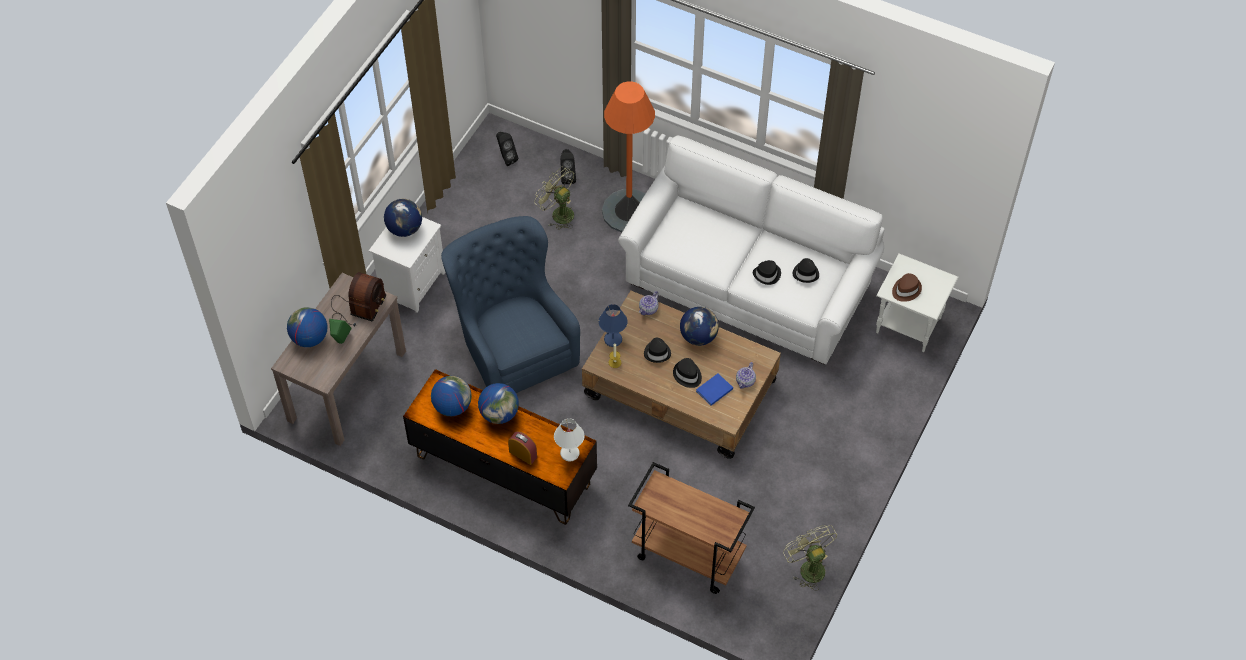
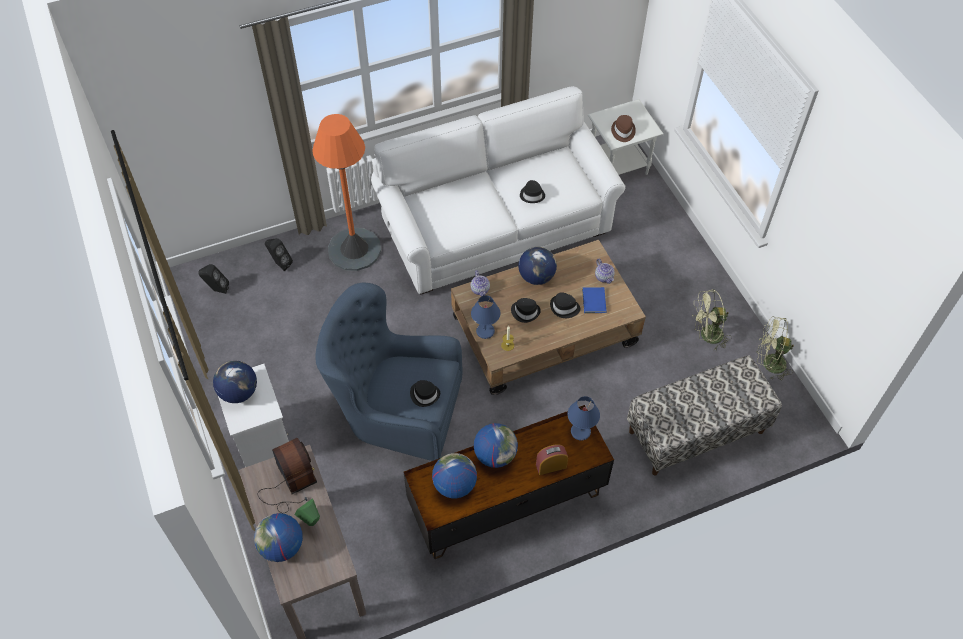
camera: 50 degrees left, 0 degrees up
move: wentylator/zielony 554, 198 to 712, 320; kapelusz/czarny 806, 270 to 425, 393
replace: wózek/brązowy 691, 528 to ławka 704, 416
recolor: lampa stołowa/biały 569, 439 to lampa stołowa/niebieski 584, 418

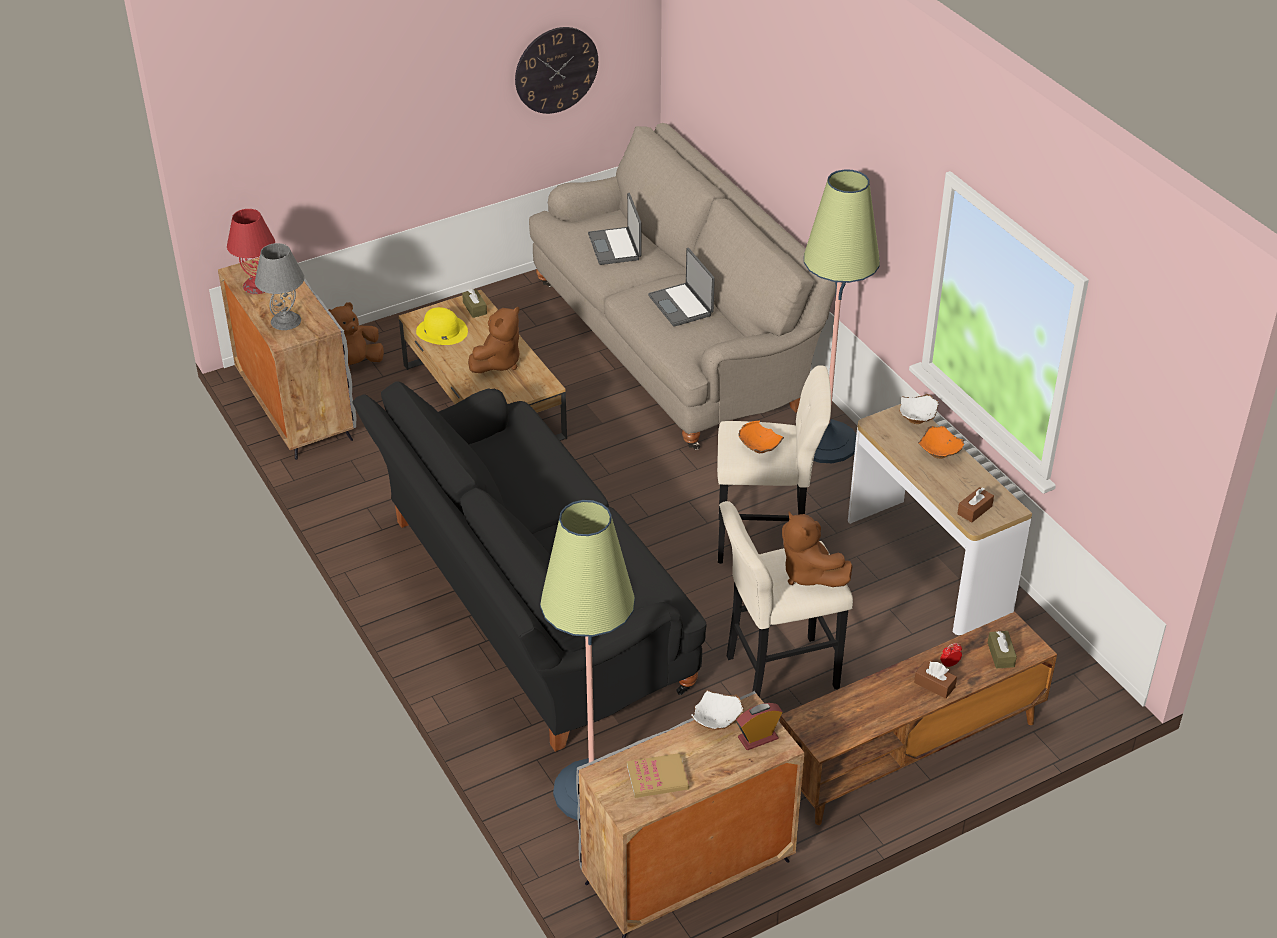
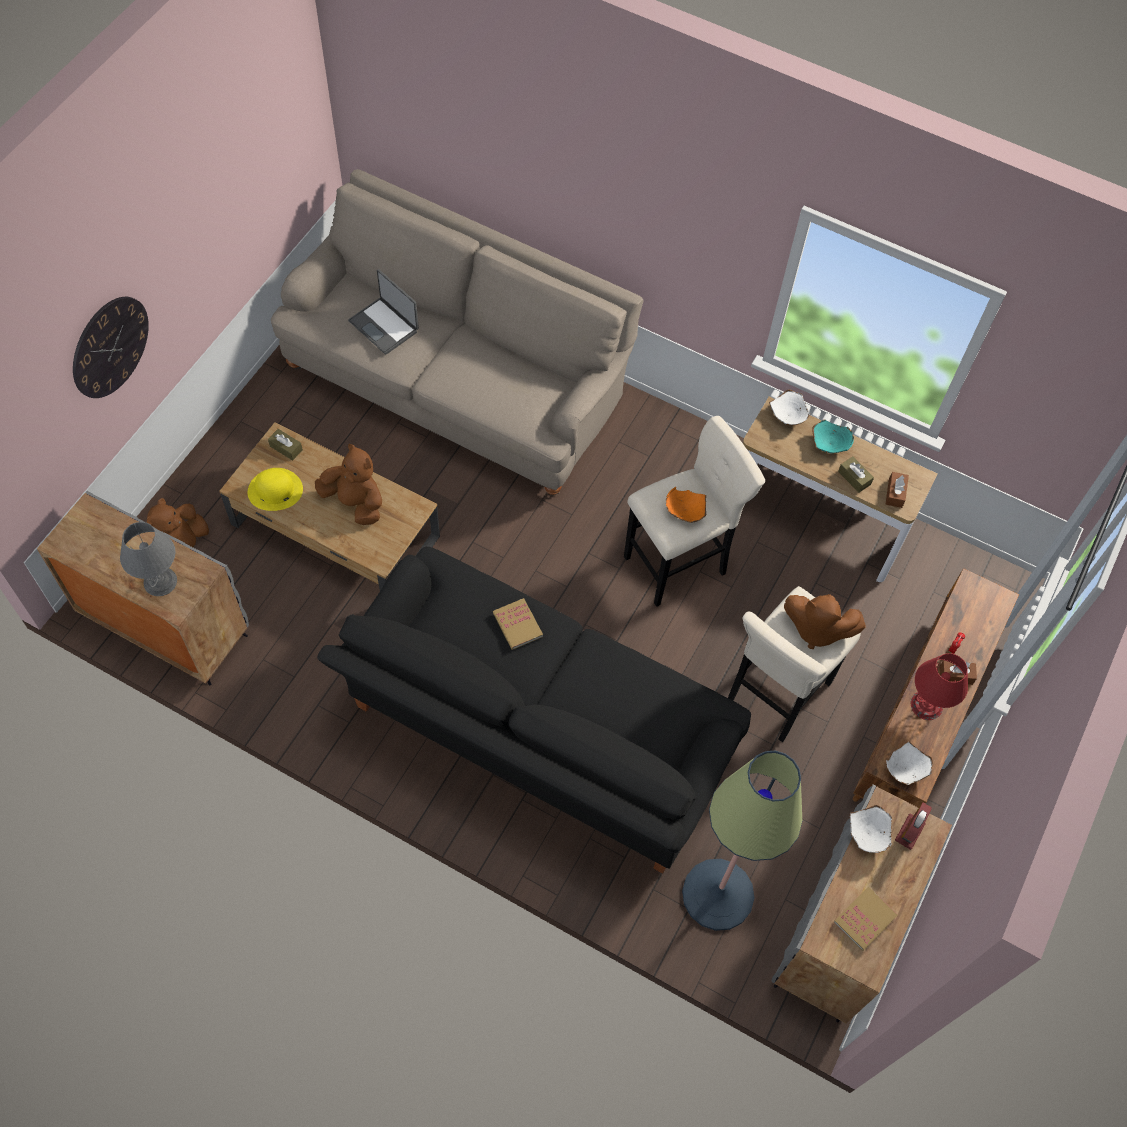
camera: 35 degrees left, 20 degrees up
delete: laptop 681, 287; lampa stojąca 842, 316
insert: książka 518, 624; miska/biały 909, 763
move: lampa stołowa/czerwony 251, 251 to 939, 686; zegar ścienny 556, 70 to 111, 347; pudełko chusteczek/brązowy 1002, 650 to 856, 474
recolor: miska/pomarańczowy 941, 442 to miska/turkusowy 833, 436
rotate: pluszak/brązowy 494, 340 = 348, 484 60 degrees counterclockwise

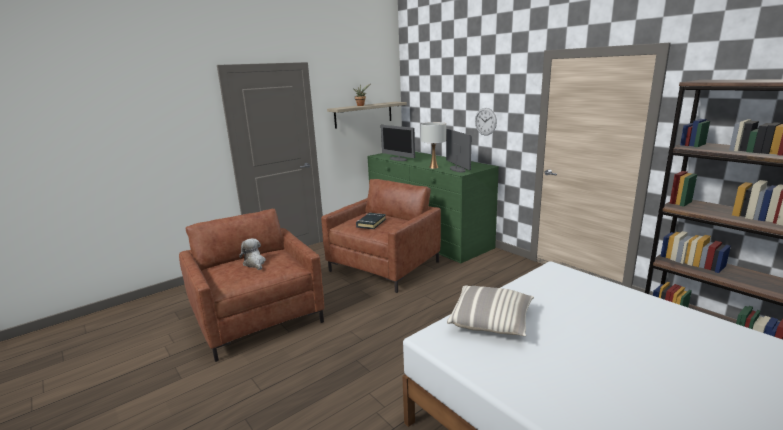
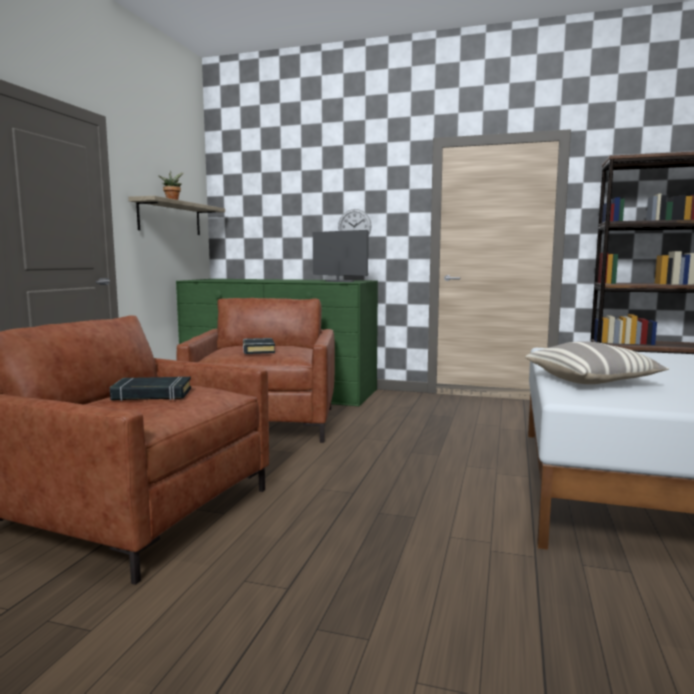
camera: 35 degrees left, 10 degrees down
delete: monitor 398, 143; lampa stołowa/biały 433, 145
replace: pluszak 252, 254 to książka/czarny 150, 389

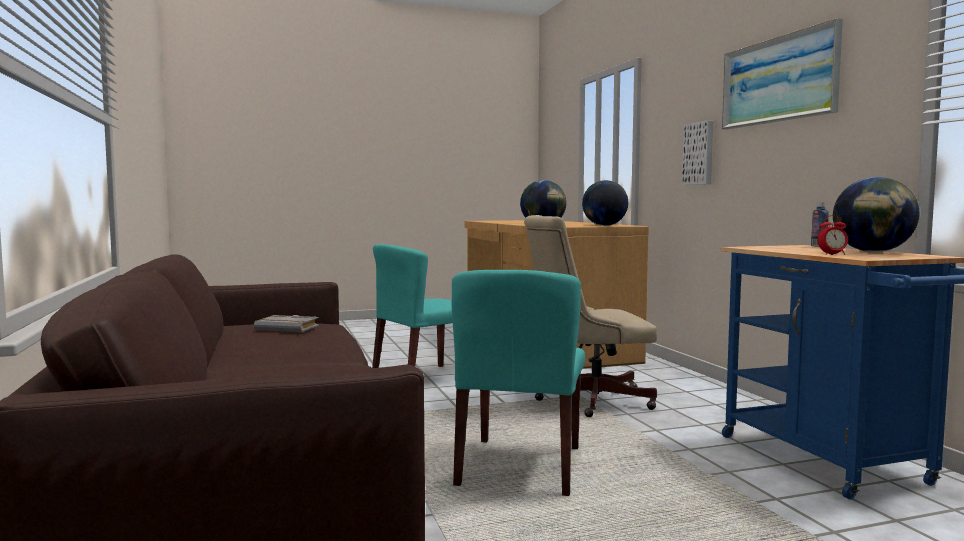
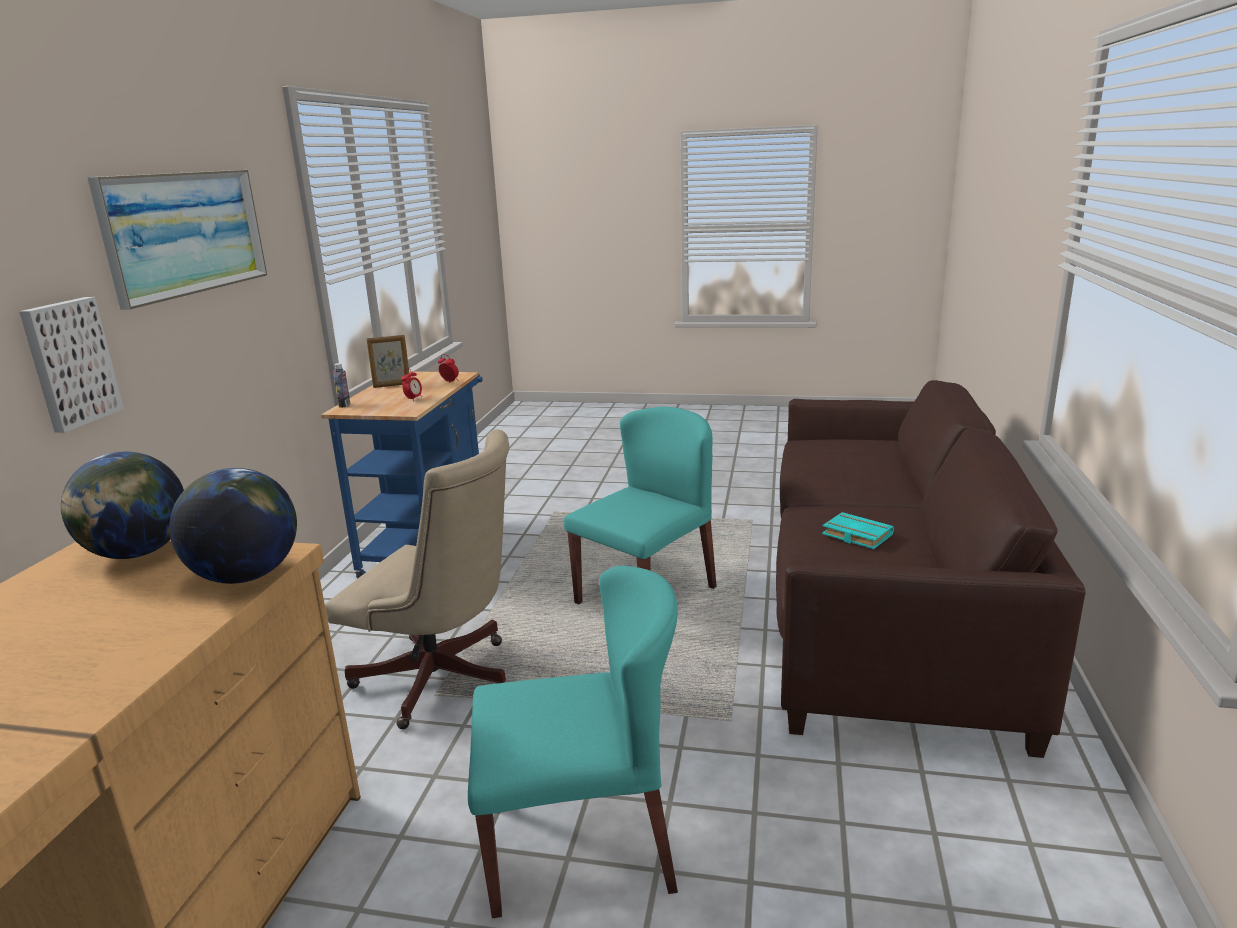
camera: 150 degrees left, 15 degrees up
insert: budzik 411, 384
replace: globus 876, 214 to ramka na zdjęcie 387, 361
recolor: książka/szary 286, 323 to książka/turkusowy 858, 530

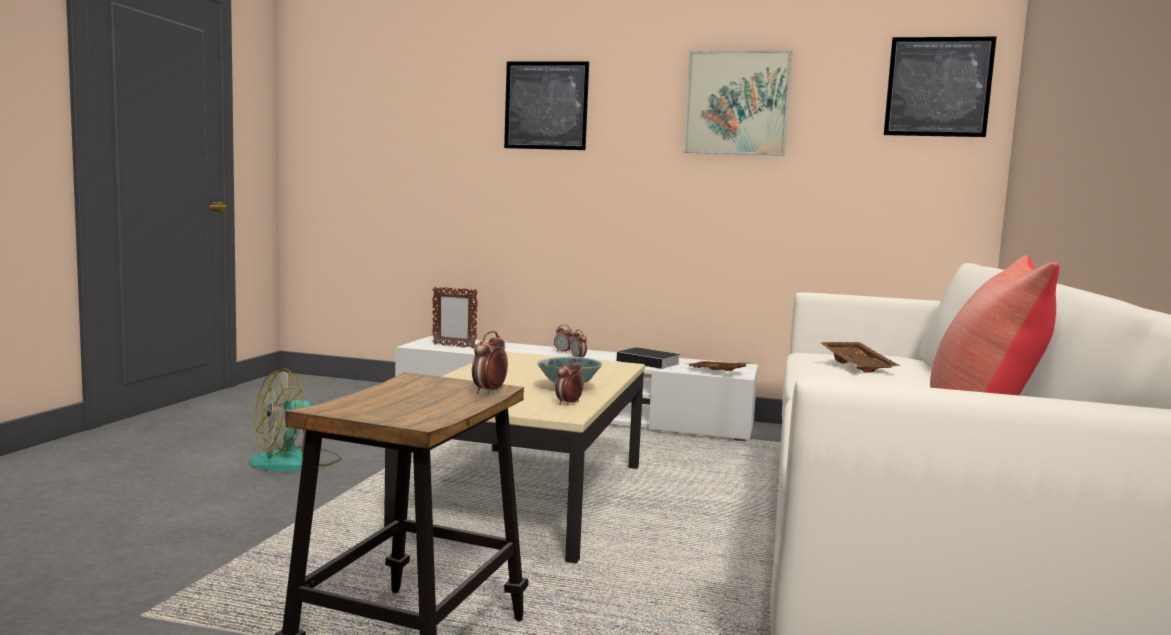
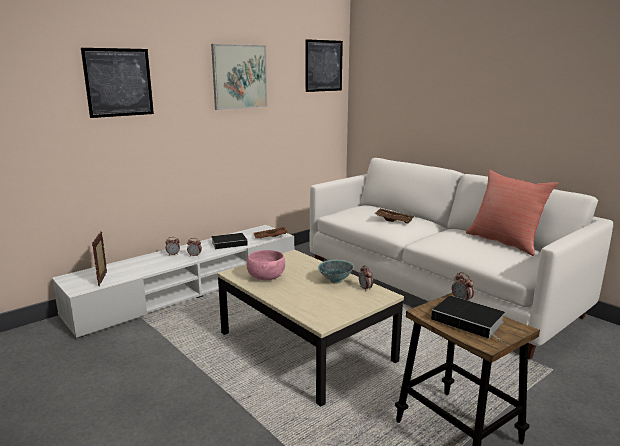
camera: 55 degrees left, 10 degrees up
delete: wentylator 295, 420
insert: miska/różowy 265, 265; książka 468, 318
rotate: ramka na zdjęcie 455, 318 = 99, 258 120 degrees clockwise

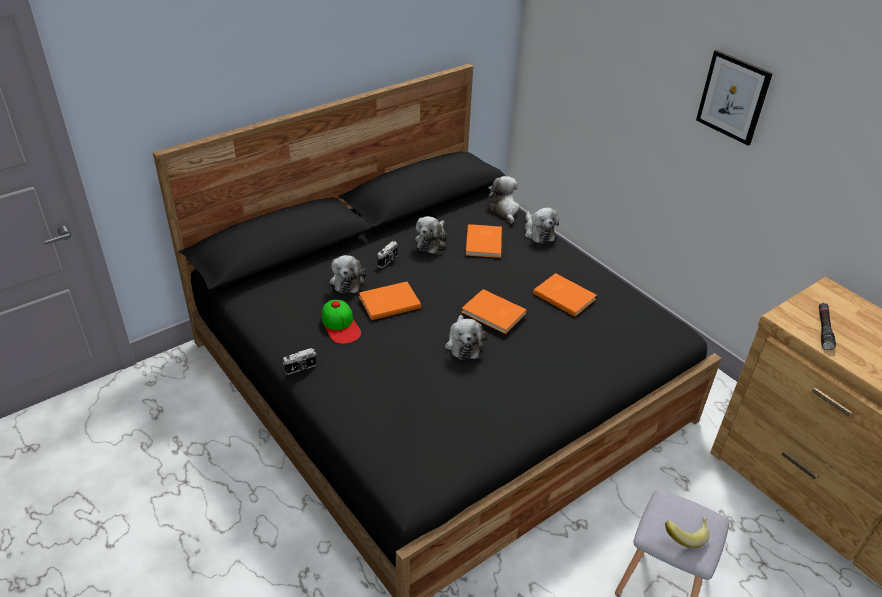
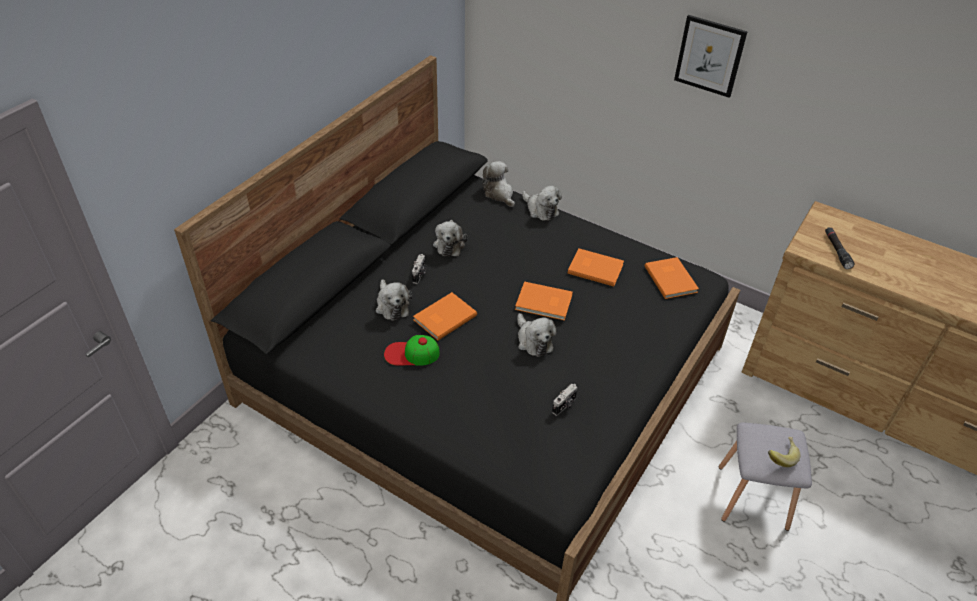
camera: 20 degrees left, 5 degrees up
move: aparat fotograficzny 299, 361 to 564, 400; książka/pomarańczowy 483, 241 to 672, 278
rotate: czapka z daszkiem 341, 322 = 412, 350 135 degrees clockwise

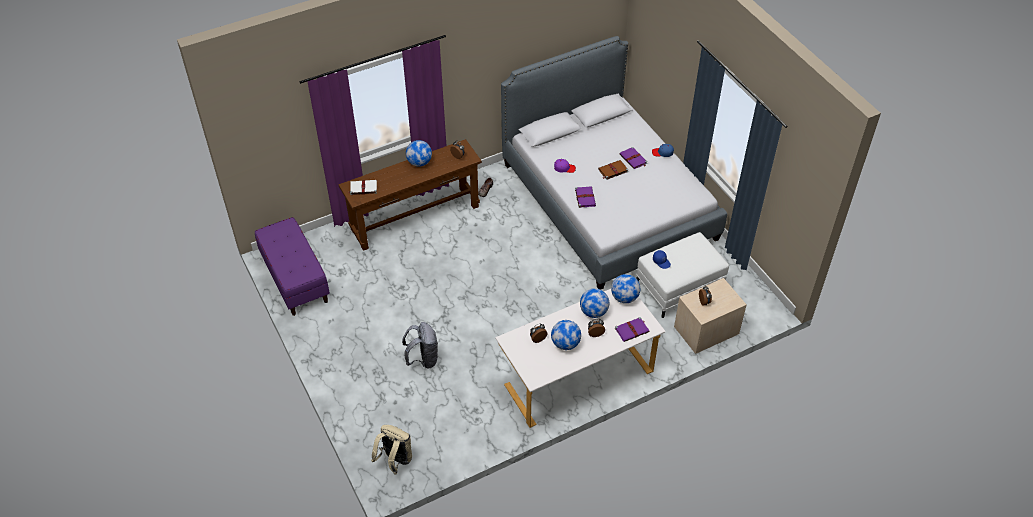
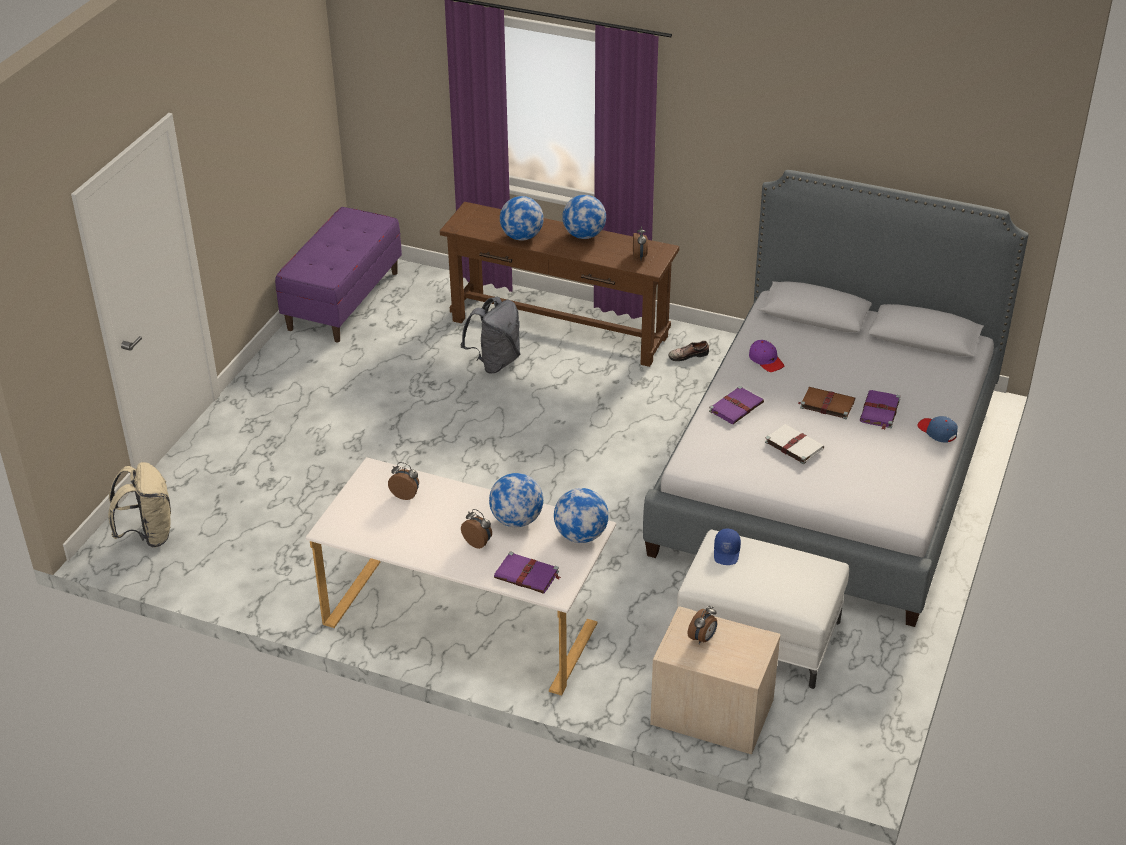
camera: 50 degrees right, 10 degrees down
move: książka/biały 363, 187 to 794, 444; plecak/szary 420, 345 to 490, 335; globus 566, 335 to 522, 218

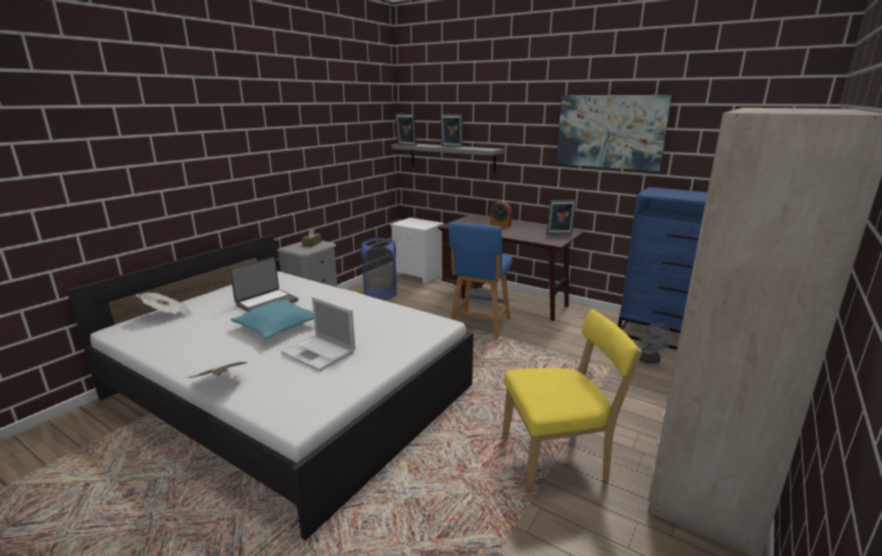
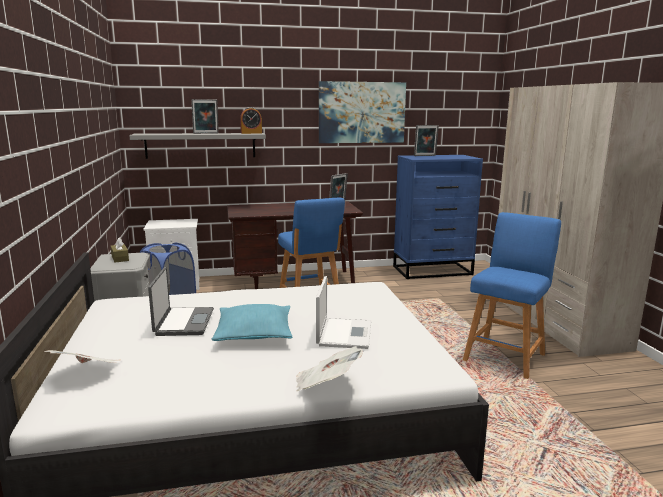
camera: 45 degrees left, 5 degrees down
delete: wentylator/szary 655, 344
move: ramka na zdjęcie 406, 130 to 426, 140; budzik 501, 213 to 251, 120
replace: krzesło/żółty 572, 401 to stołek/niebieski 512, 295
rotate: laptop 318, 334 = 343, 312 75 degrees counterclockwise

